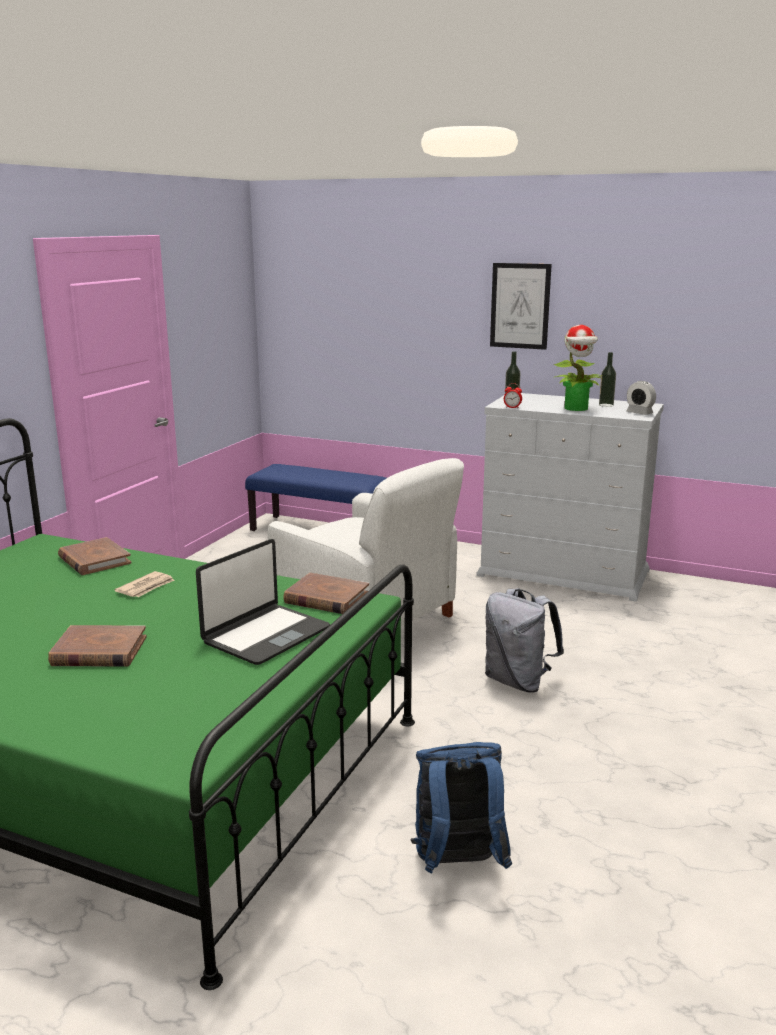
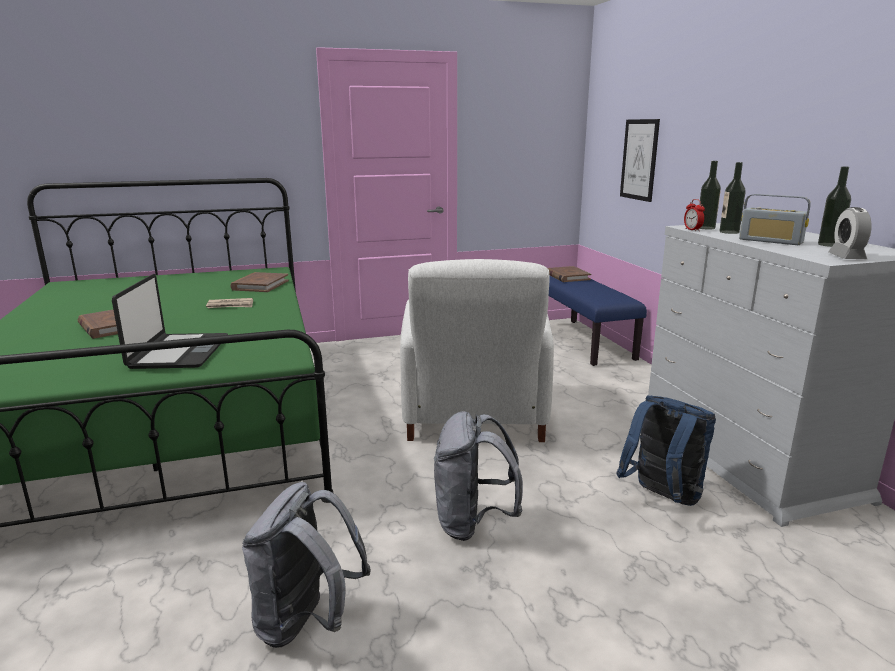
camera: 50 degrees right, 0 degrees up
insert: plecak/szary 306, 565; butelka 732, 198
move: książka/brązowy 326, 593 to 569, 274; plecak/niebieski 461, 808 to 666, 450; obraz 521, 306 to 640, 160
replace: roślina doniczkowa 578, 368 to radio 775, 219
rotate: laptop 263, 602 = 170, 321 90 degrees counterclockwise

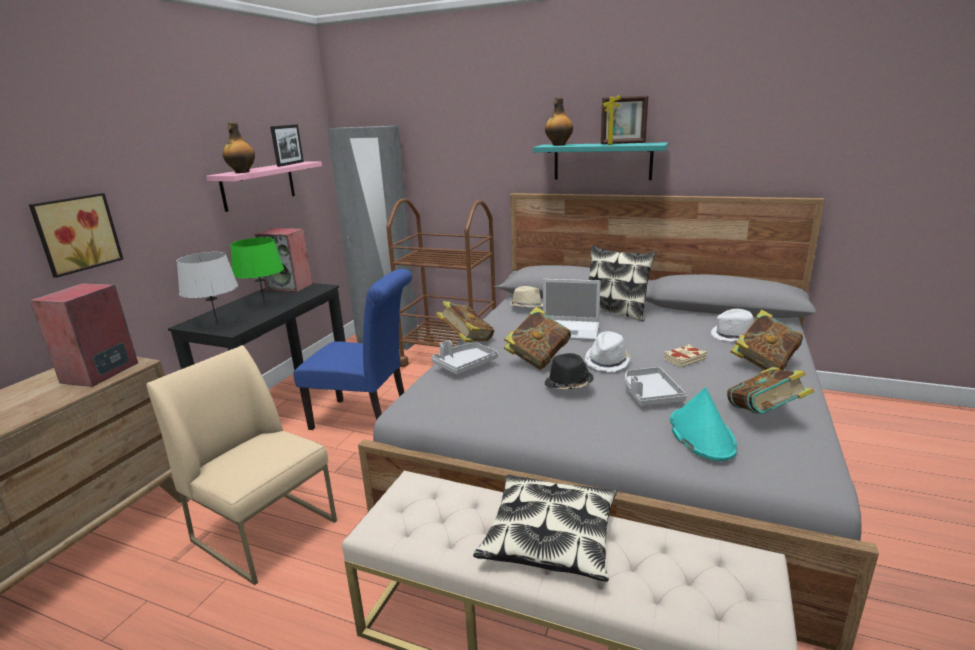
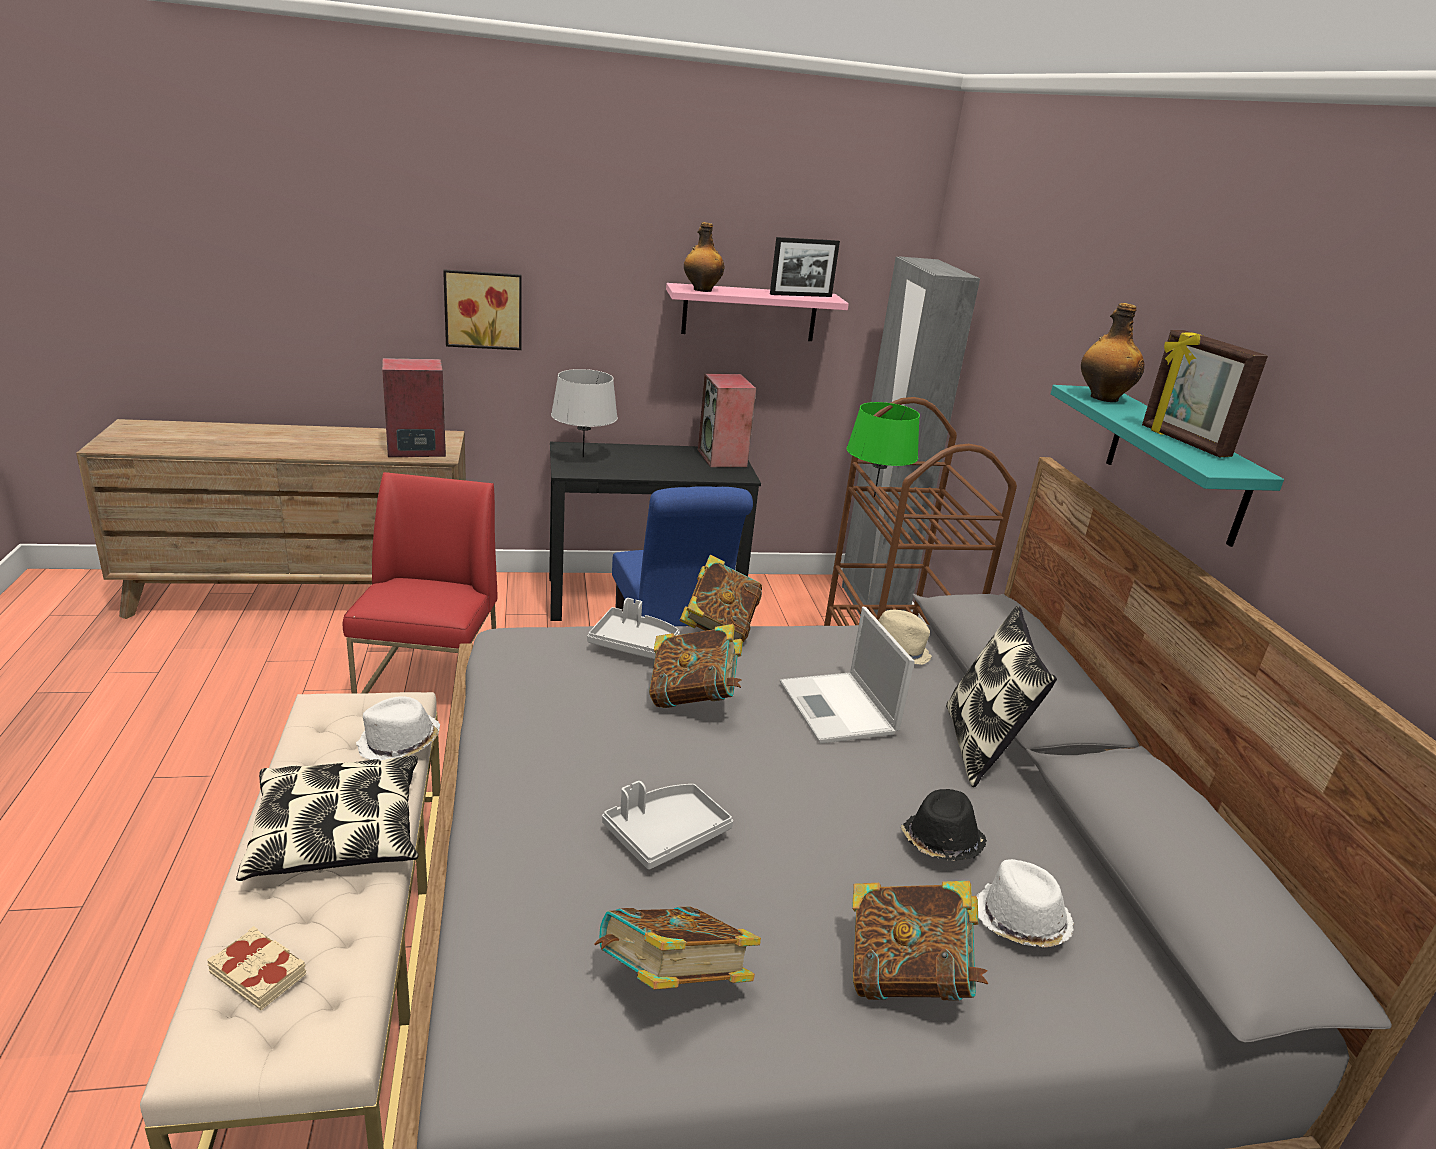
camera: 55 degrees right, 5 degrees up
delete: kapelusz/turkusowy 703, 424
move: lampa stołowa/zielony 257, 269 to 883, 449; kapelusz/czarny 569, 371 to 943, 825; kapelusz/biały 608, 351 to 398, 728; książka/beżowy 685, 355 to 256, 968
recolor: krzesło/beżowy 241, 465 to krzesło/czerwony 420, 583

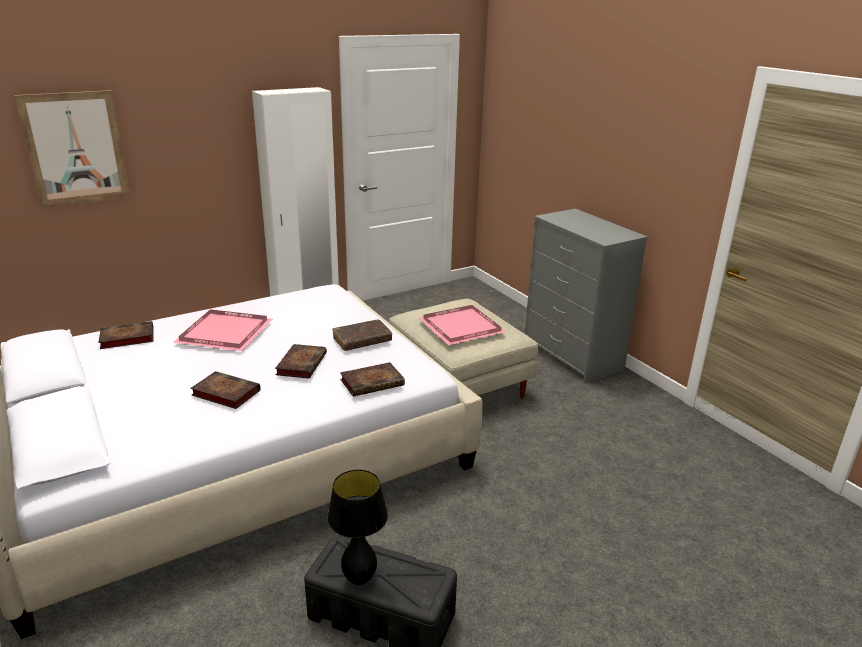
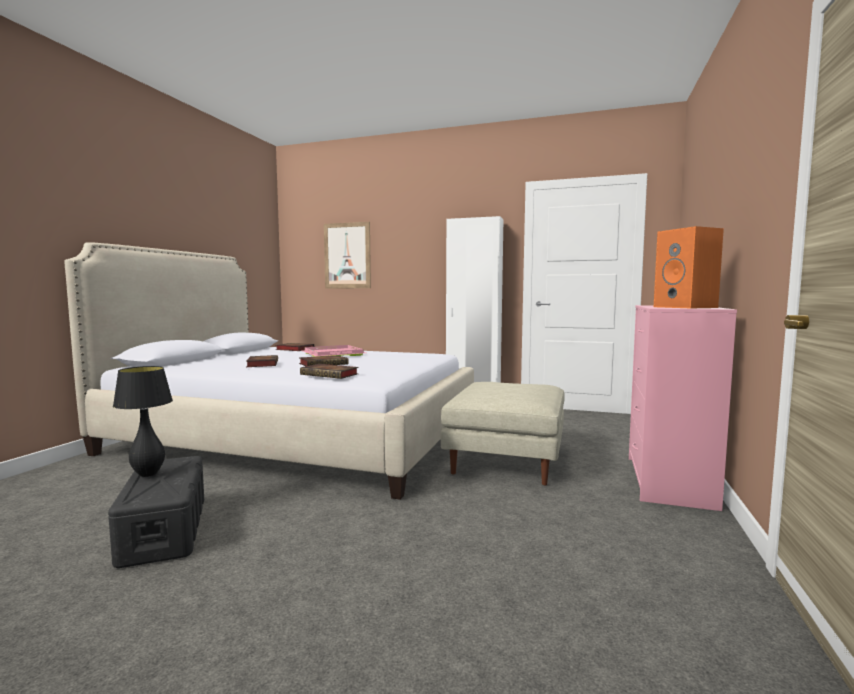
camera: 50 degrees right, 20 degrees down
delete: książka/brązowy 362, 335; taca/różowy 462, 325
insert: głośnik/pomarańczowy 689, 267
recolor: komoda/szary 586, 296 to komoda/różowy 683, 408

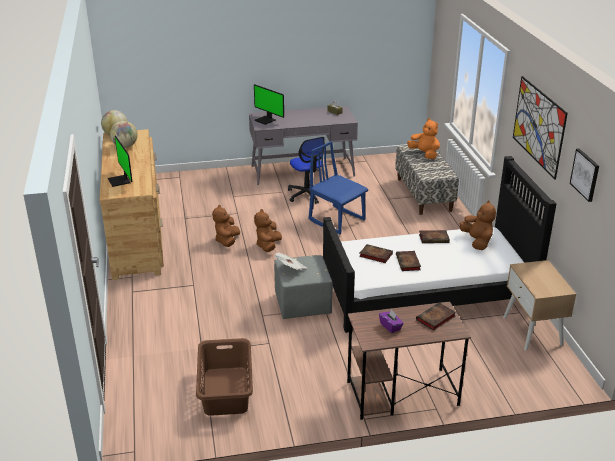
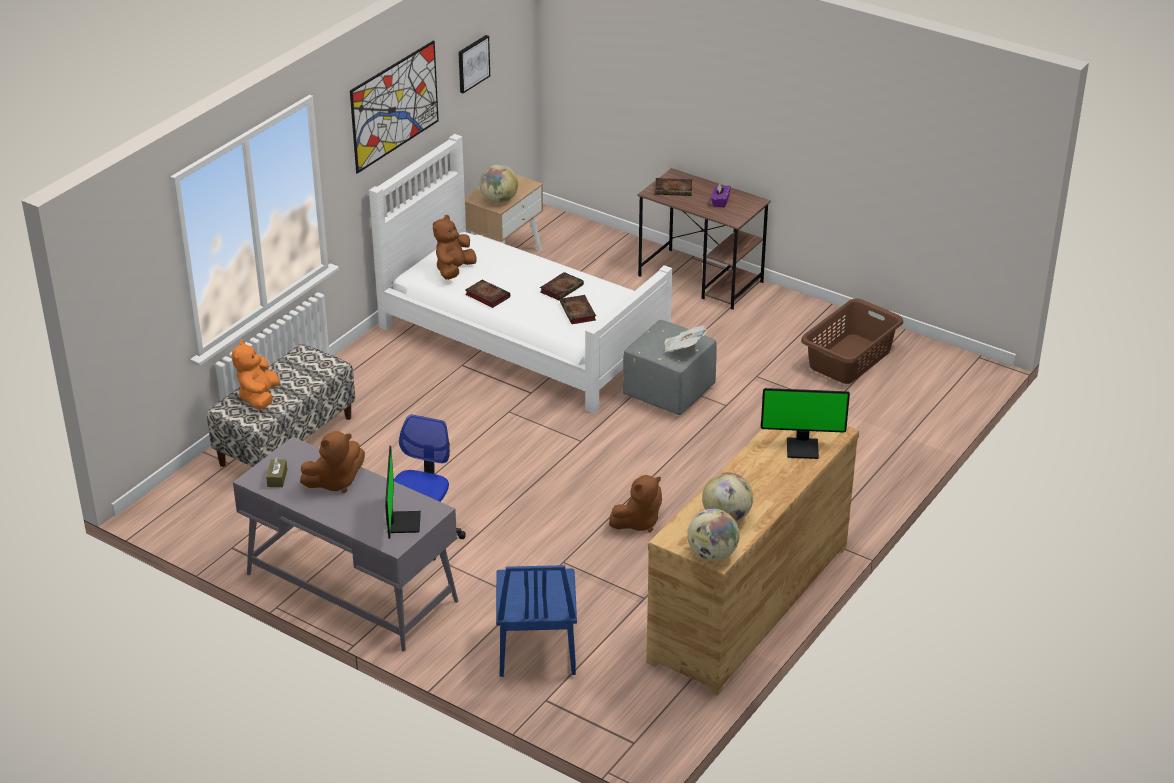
camera: 135 degrees left, 5 degrees up
insert: globus 499, 184
move: pluszak/brązowy 268, 230 to 332, 462; krzesło/niebieski 338, 187 to 536, 621
recolor: łóżko/czarny 440, 244 to łóżko/biały 520, 273
rotate: monitor 120, 161 = 805, 423 75 degrees clockwise

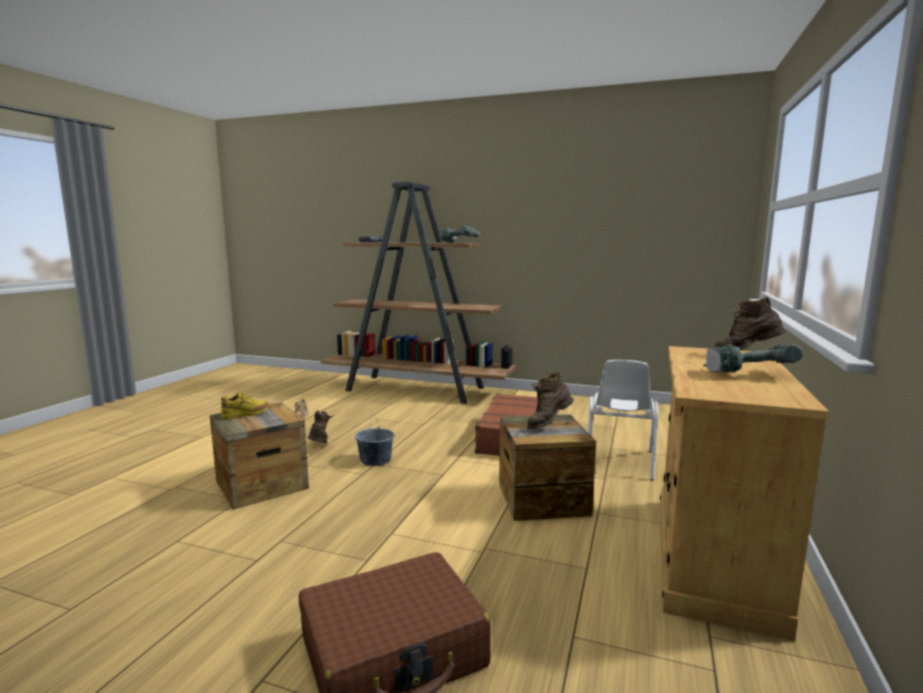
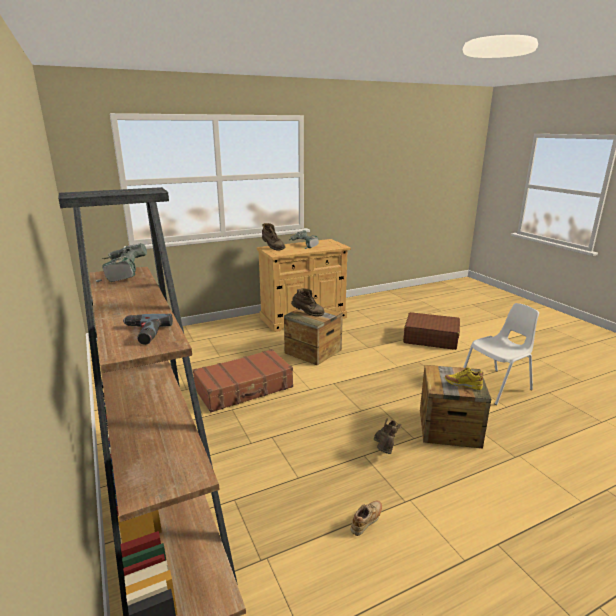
camera: 135 degrees left, 10 degrees up
delete: wiadro/szary 375, 440
move: krzesło/biały 623, 420 to 501, 354
rotate: but z cholewką/brązowy 320, 426 = 388, 436 150 degrees clockwise

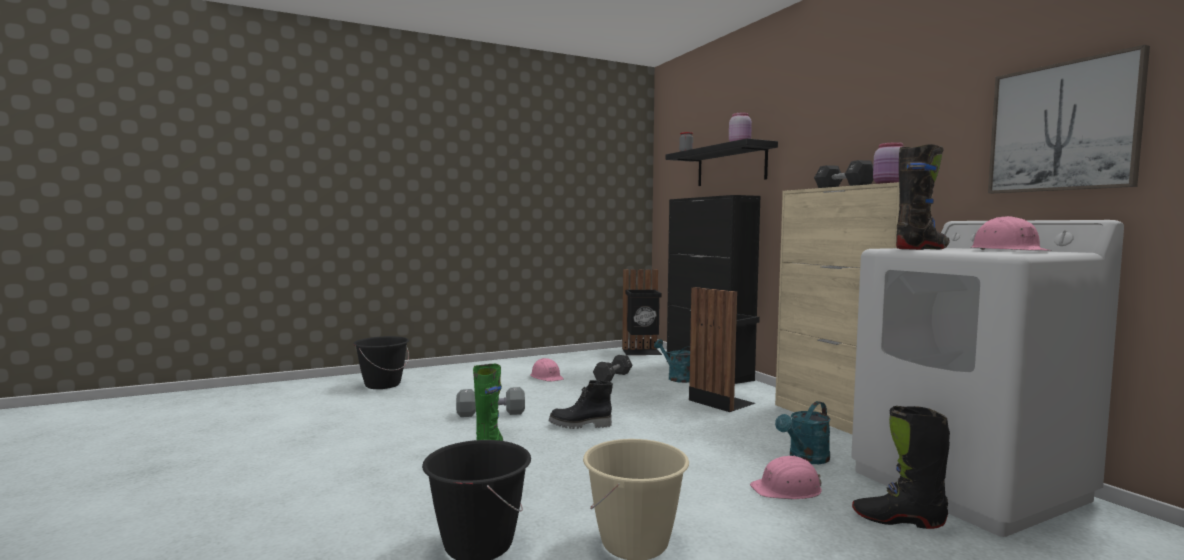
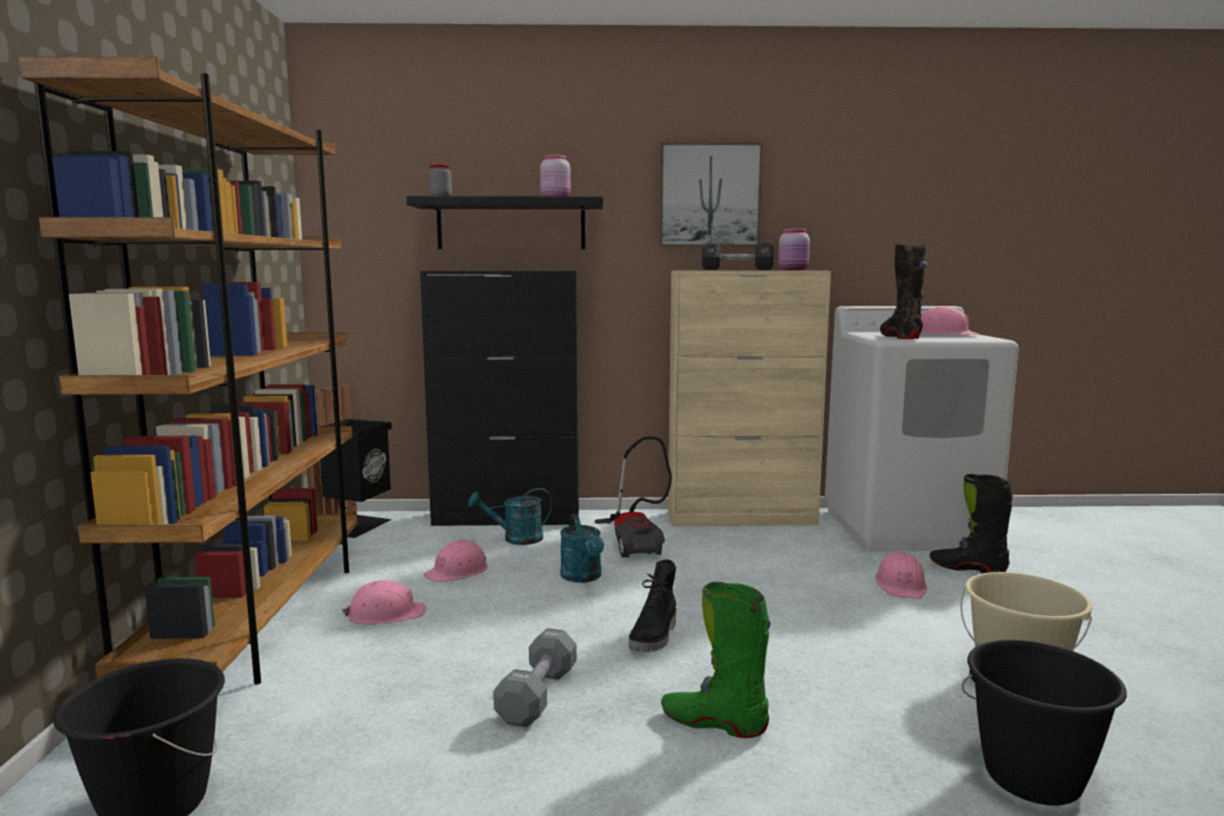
camera: 65 degrees left, 5 degrees up
insert: regał/brązowy 188, 370
move: konewka/turkusowy 803, 432 to 582, 548; obraz 1069, 119 to 711, 194
replace: hantel/czarny 612, 368 to kask/różowy 456, 560; kosz na śmieci/czarny 724, 349 to odkurzacz 633, 497
rotate: but z cholewką/czarny 901, 467 = 971, 524 75 degrees clockwise

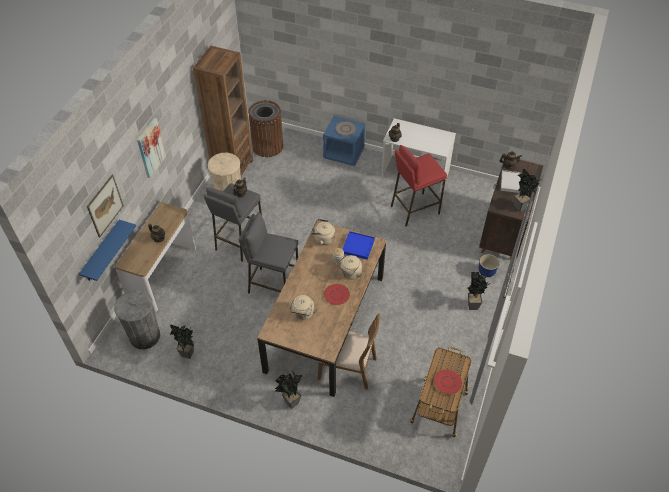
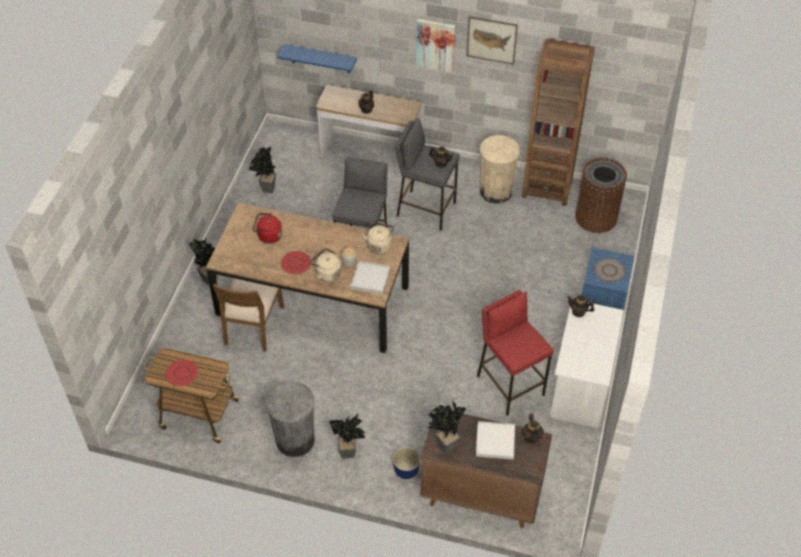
camera: 85 degrees right, 0 degrees up
move: obraz 105, 206 to 492, 40; kosz na śmieci/szary 137, 319 to 290, 419
recolor: czajnik/beżowy 304, 307 to czajnik/czerwony 267, 228; taca/niebieski 358, 245 to taca/biały 370, 277

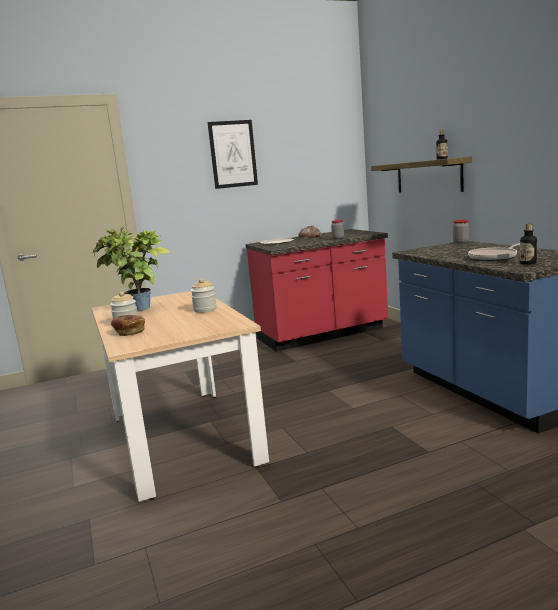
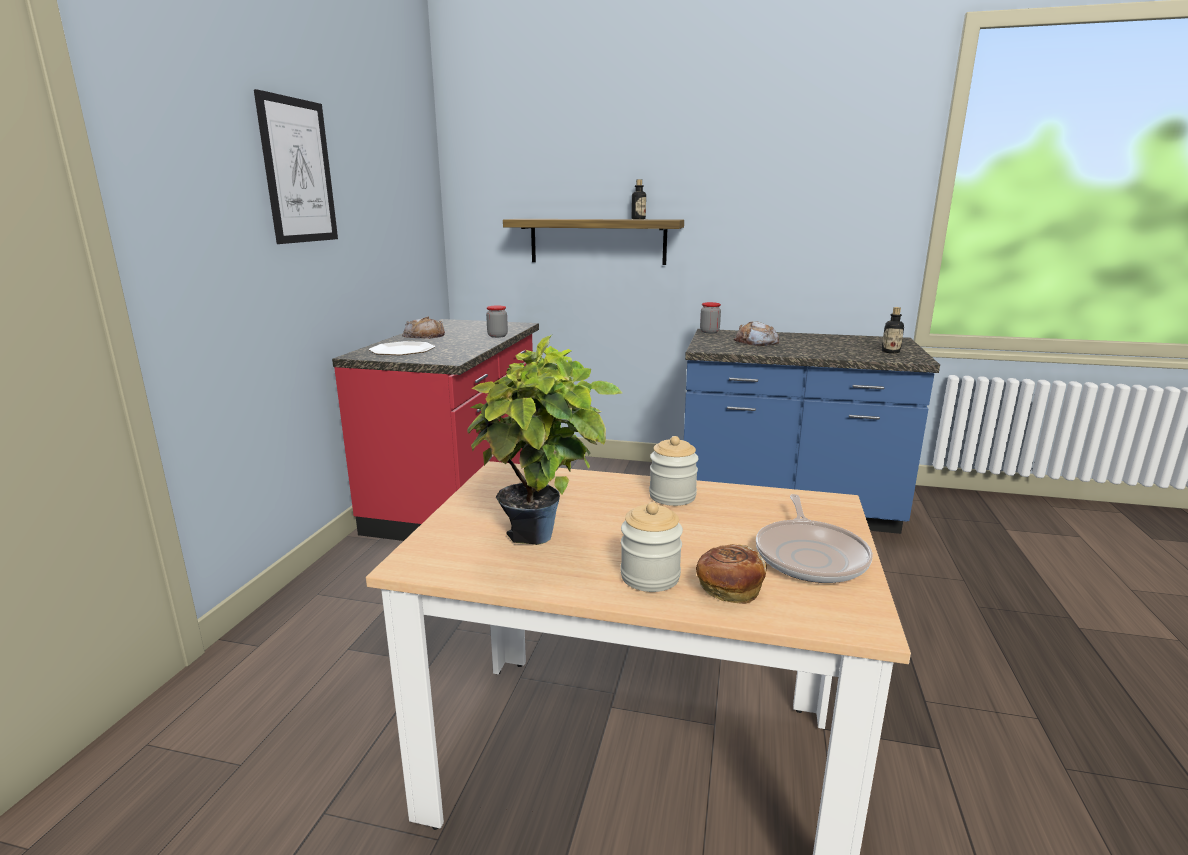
camera: 55 degrees left, 5 degrees up
insert: chleb 756, 333
move: patelnia 494, 252 to 814, 538

